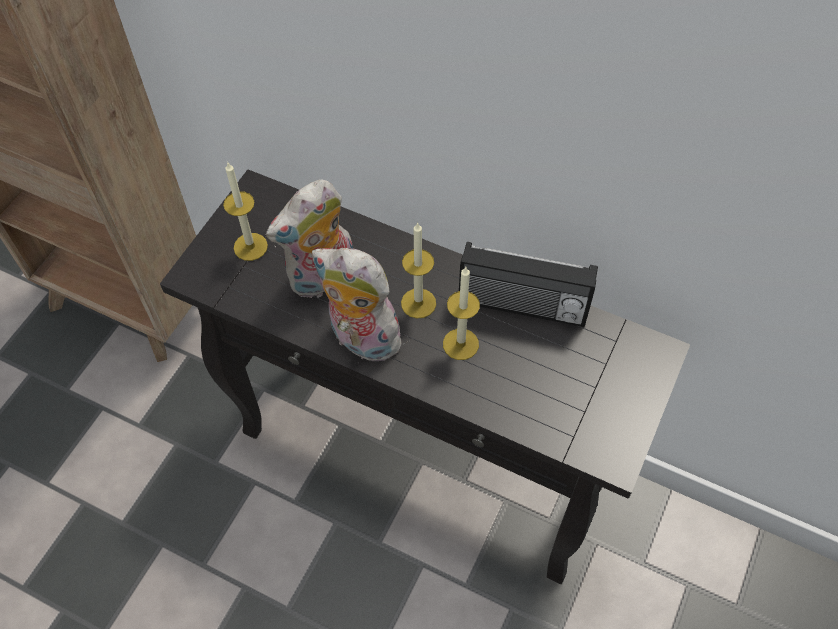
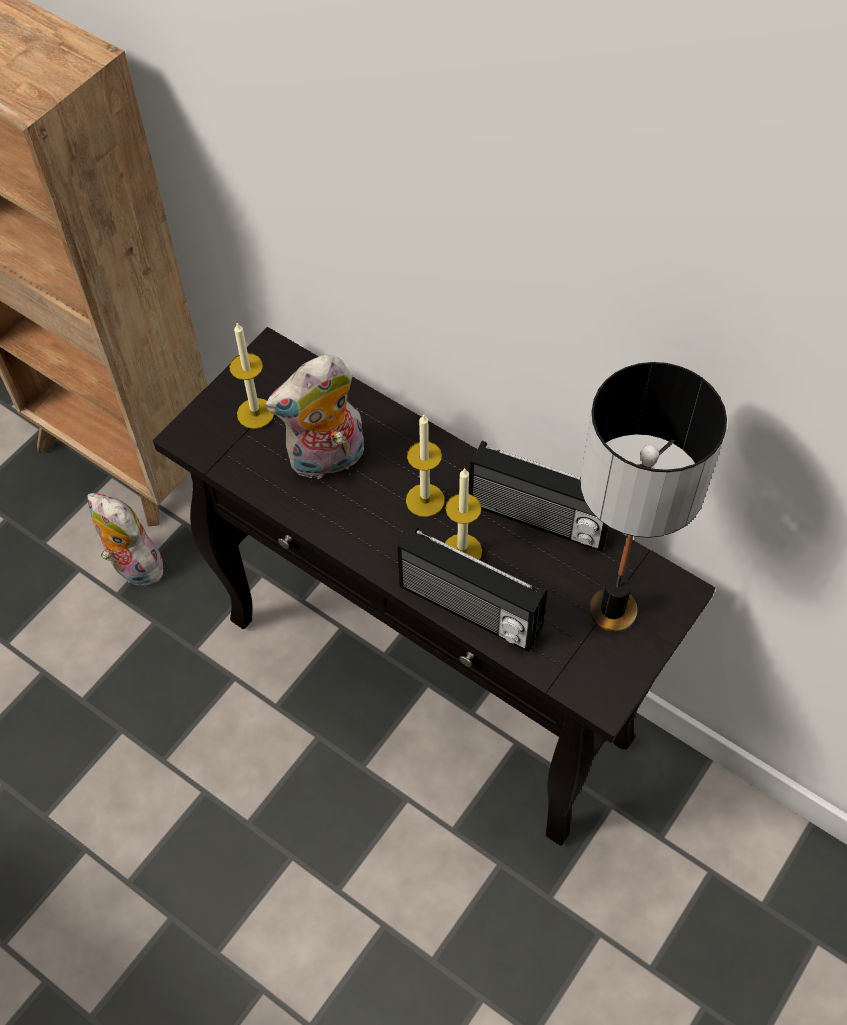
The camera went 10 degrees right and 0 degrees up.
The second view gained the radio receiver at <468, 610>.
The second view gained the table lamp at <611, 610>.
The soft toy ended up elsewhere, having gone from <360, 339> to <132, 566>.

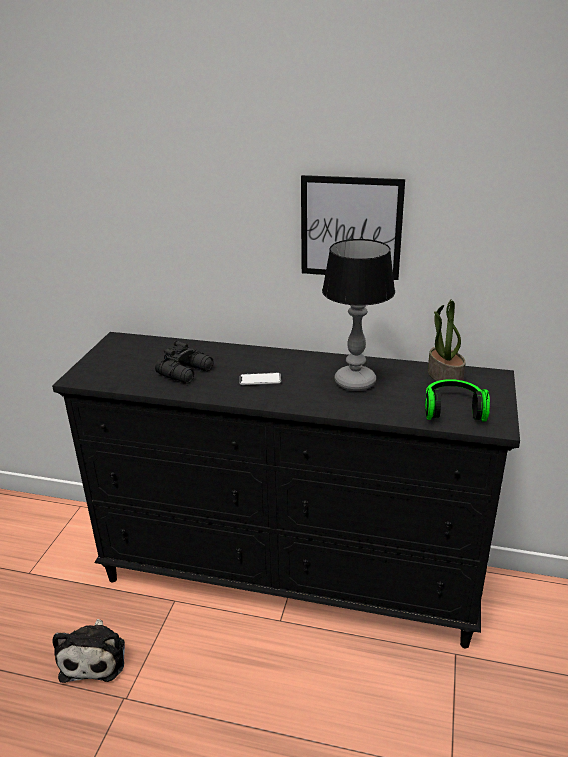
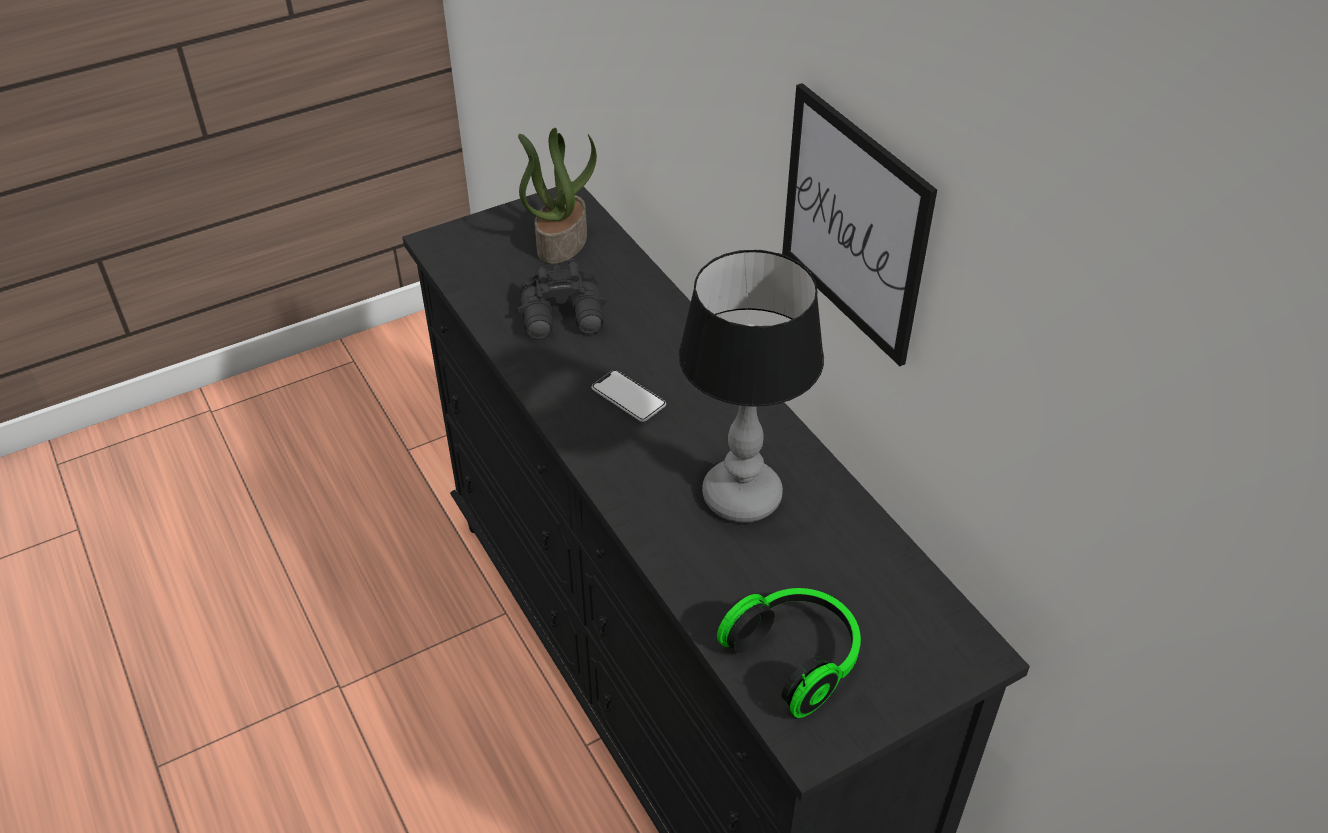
The camera went 45 degrees right and 15 degrees up.
The second view lost the soft toy at <95, 657>.
The potted plant ended up elsewhere, having gone from <444, 376> to <561, 242>.

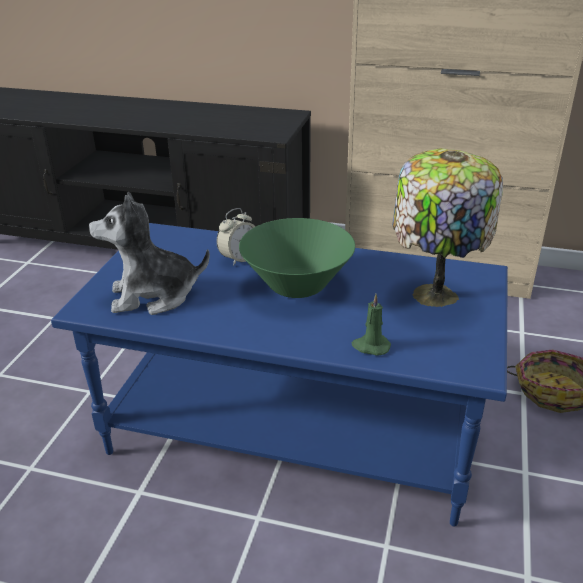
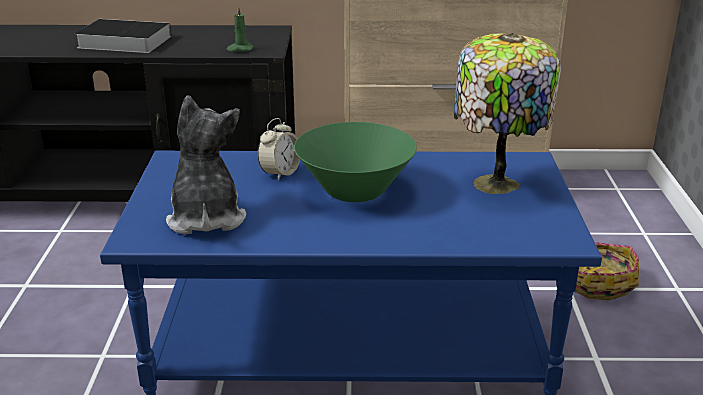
The camera went 15 degrees left and 5 degrees down.
The second view gained the bound book at <121, 42>.
The green candle ended up elsewhere, having gone from <370, 346> to <240, 49>.
The soft toy at <153, 296> ended up facing another way, 105 degrees clockwise from before.

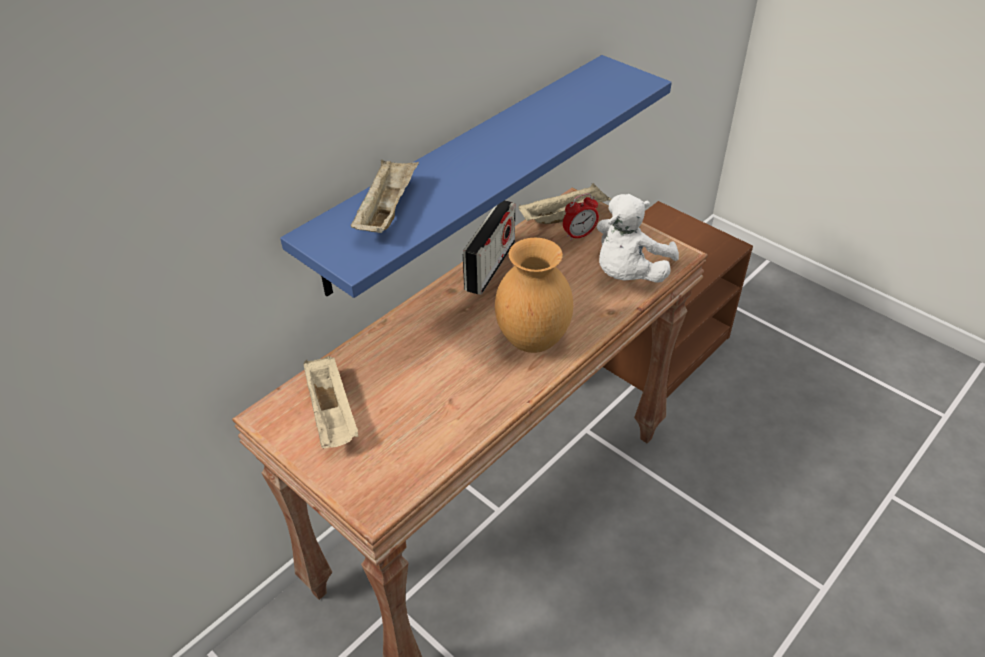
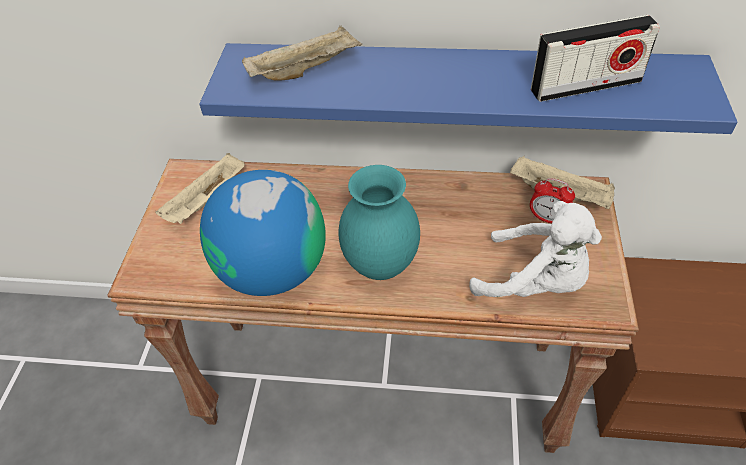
The camera went 55 degrees right and 5 degrees up.
The second view gained the world globe at <273, 270>.
The radio receiver ended up elsewhere, having gone from <490, 266> to <585, 86>.
What was the brown vase at <532, 340> turned into the turquoise-coloured vase at <382, 265>.
The whitish soft toy at <628, 274> ended up facing another way, 150 degrees counterclockwise from before.

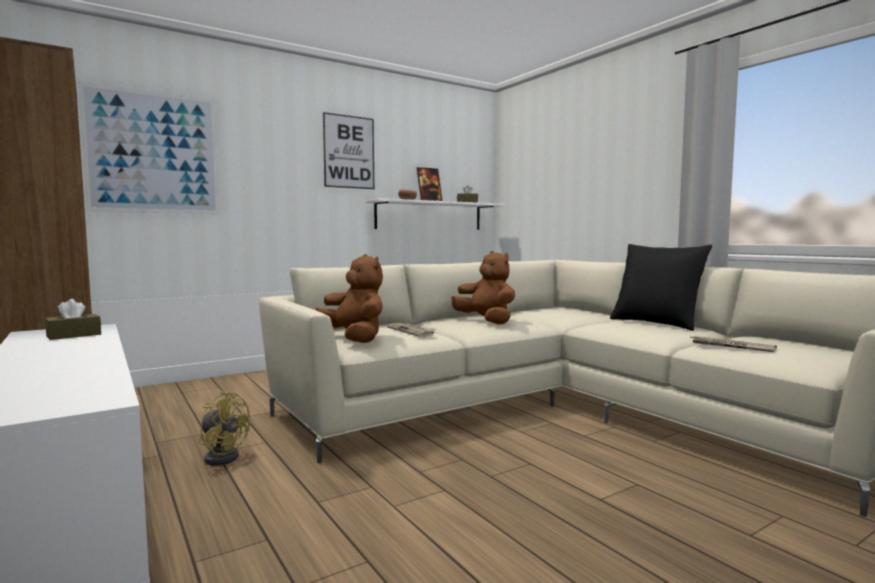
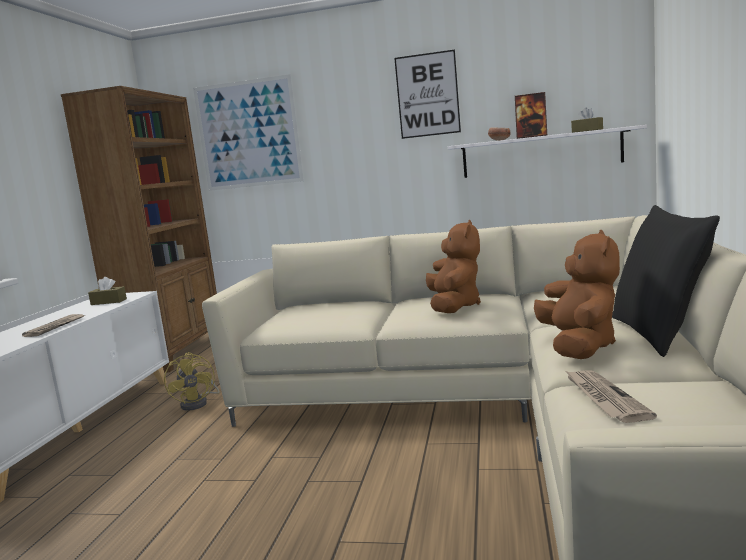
The camera went 45 degrees right and 5 degrees up.
The brown soft toy ended up elsewhere, having gone from <354, 338> to <579, 346>.
The daily paper ended up elsewhere, having gone from <411, 331> to <55, 327>.

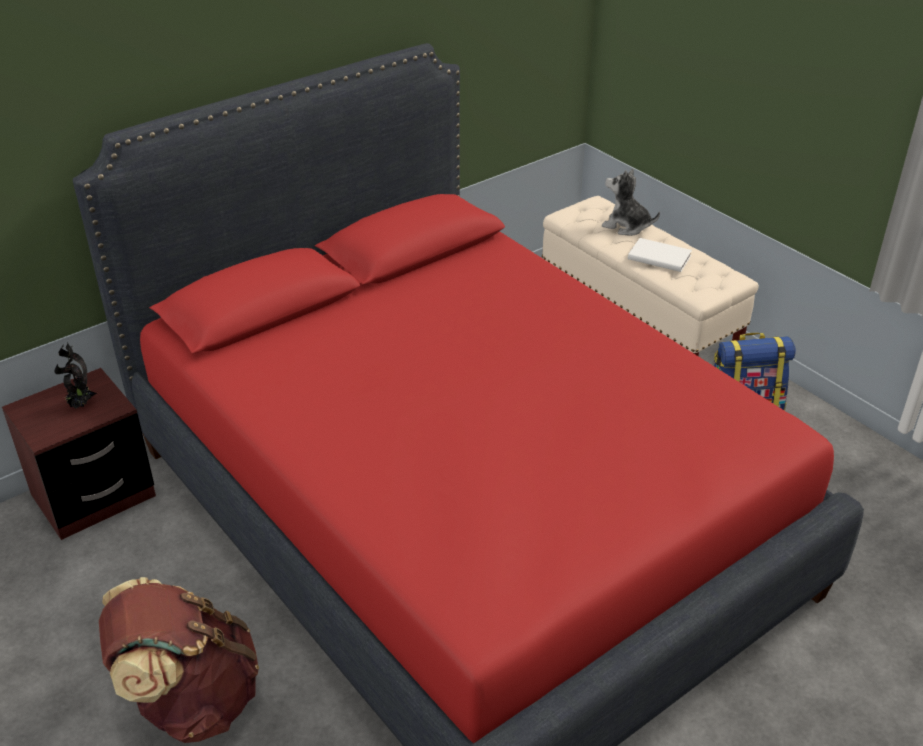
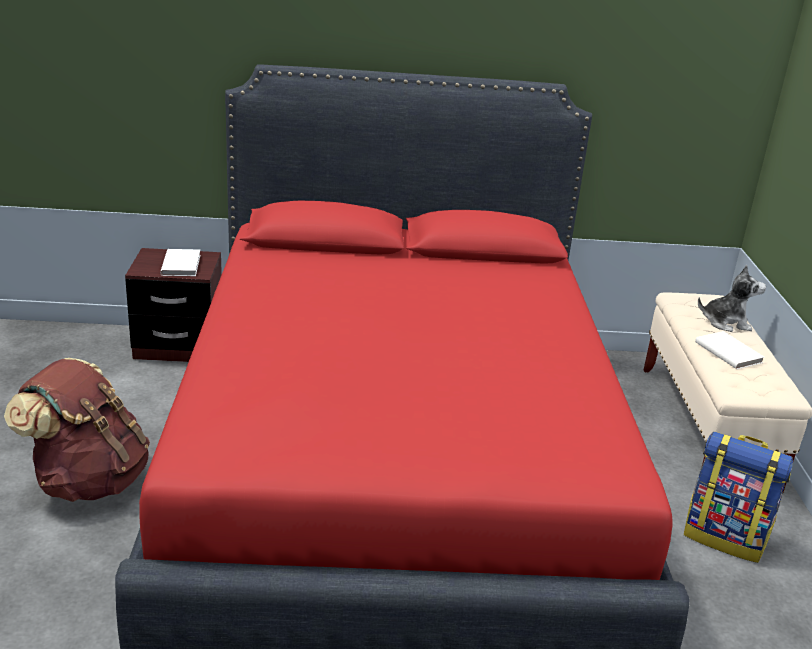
The camera went 35 degrees right and 10 degrees down.
Where the potted plant stood at <80, 405>, the whitish bound book came to stand at <182, 264>.
The soft toy at <626, 226> ended up facing another way, 120 degrees clockwise from before.

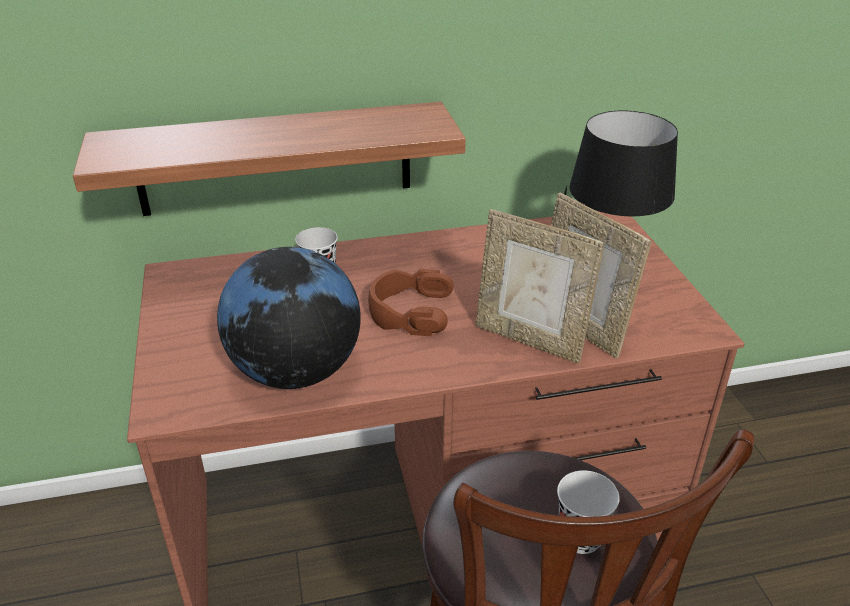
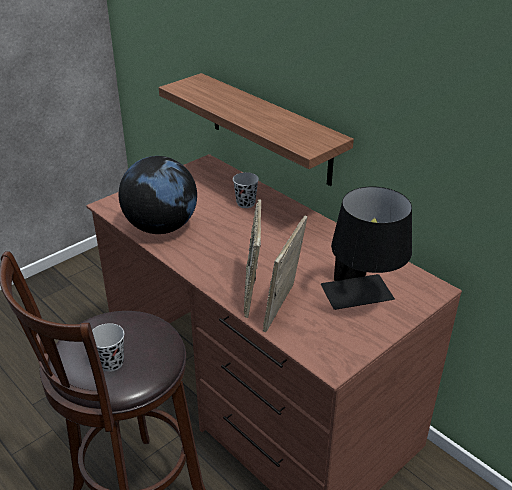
The camera went 60 degrees right and 0 degrees up.
The second view lost the brown headset at <409, 311>.

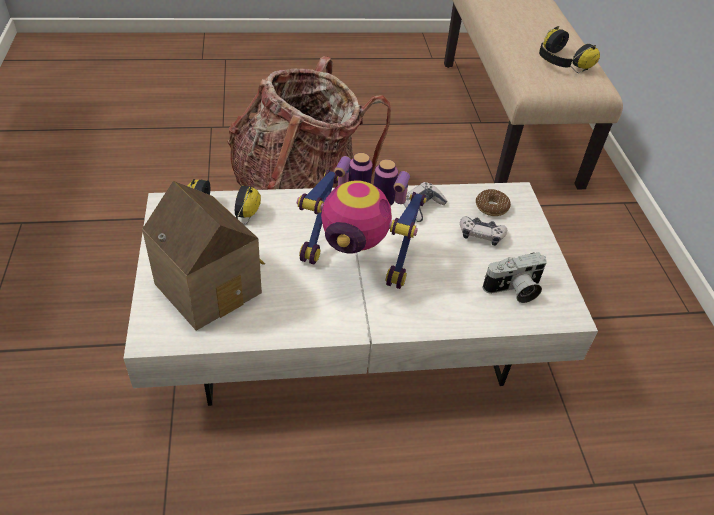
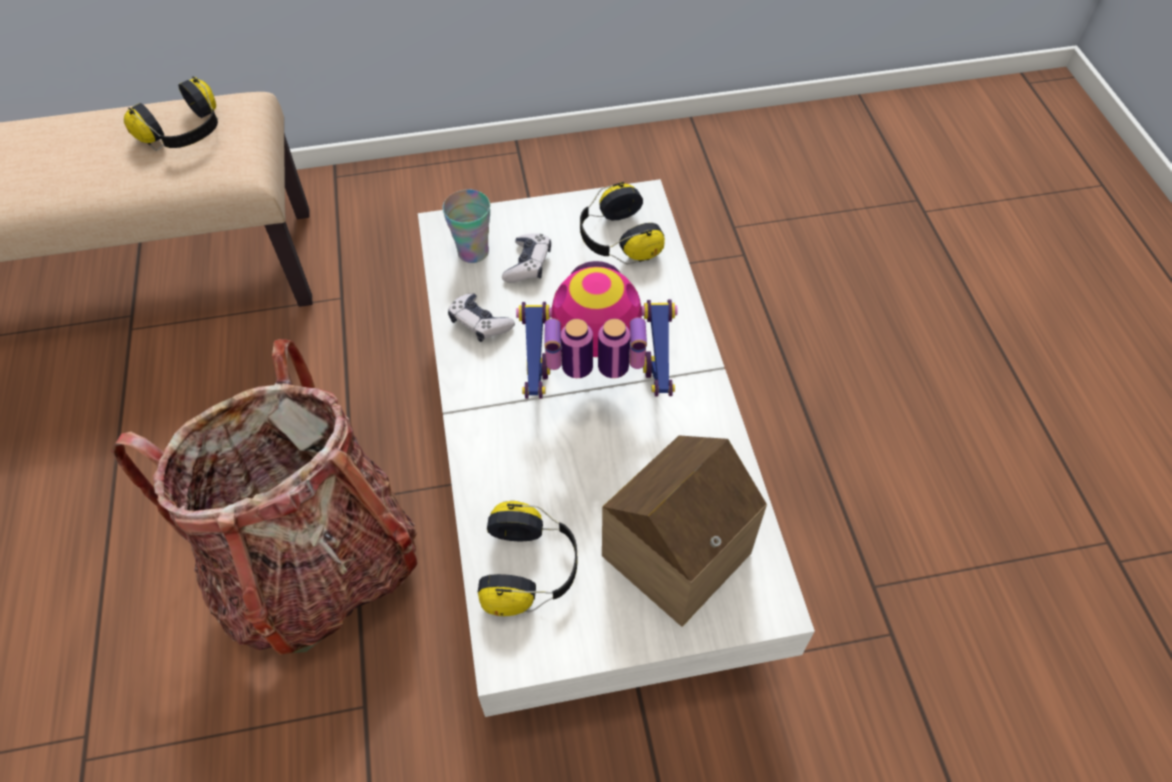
The camera went 90 degrees left and 10 degrees up.
Where the donut stood at <491, 207>, the small cup came to stand at <473, 252>.
Where the photo camera stood at <514, 290>, the headset came to stand at <617, 239>.
The toy robot at <357, 262> ended up facing another way, 105 degrees counterclockwise from before.

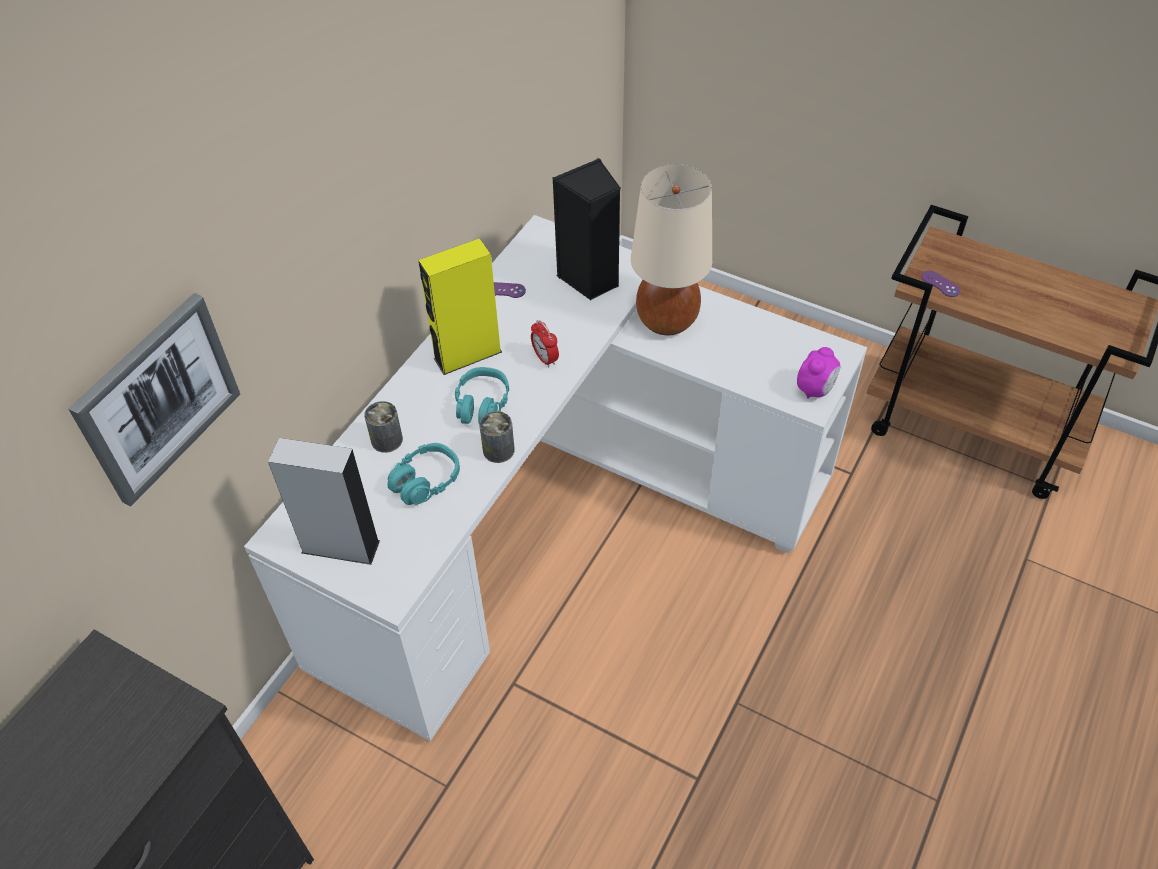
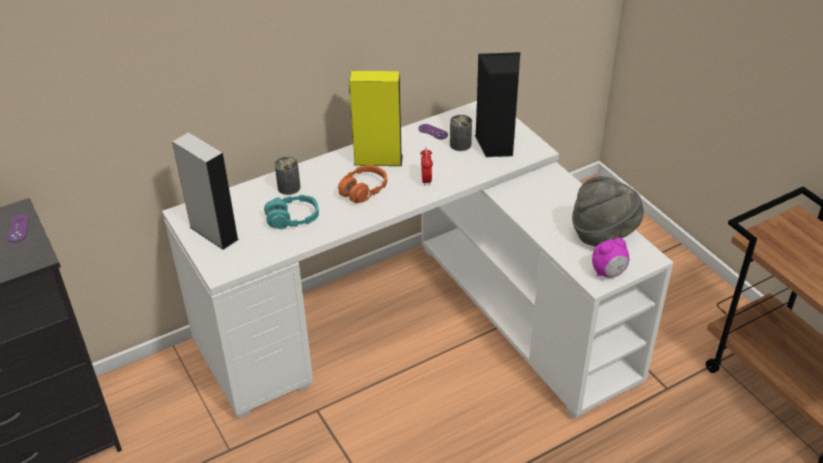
The camera went 30 degrees right and 10 degrees down.
The second view lost the picture at <157, 398>.
The second view lost the beige table lamp at <666, 320>.
The second view gained the gray clothing hat at <603, 234>.
The metal can ended up elsewhere, having gone from <498, 450> to <460, 144>.
The purple-coloured gamepad ended up elsewhere, having gone from <940, 284> to <18, 228>.
What was the turquoise-coloured headset at <482, 404> turned into the orange-coloured headset at <363, 190>.

